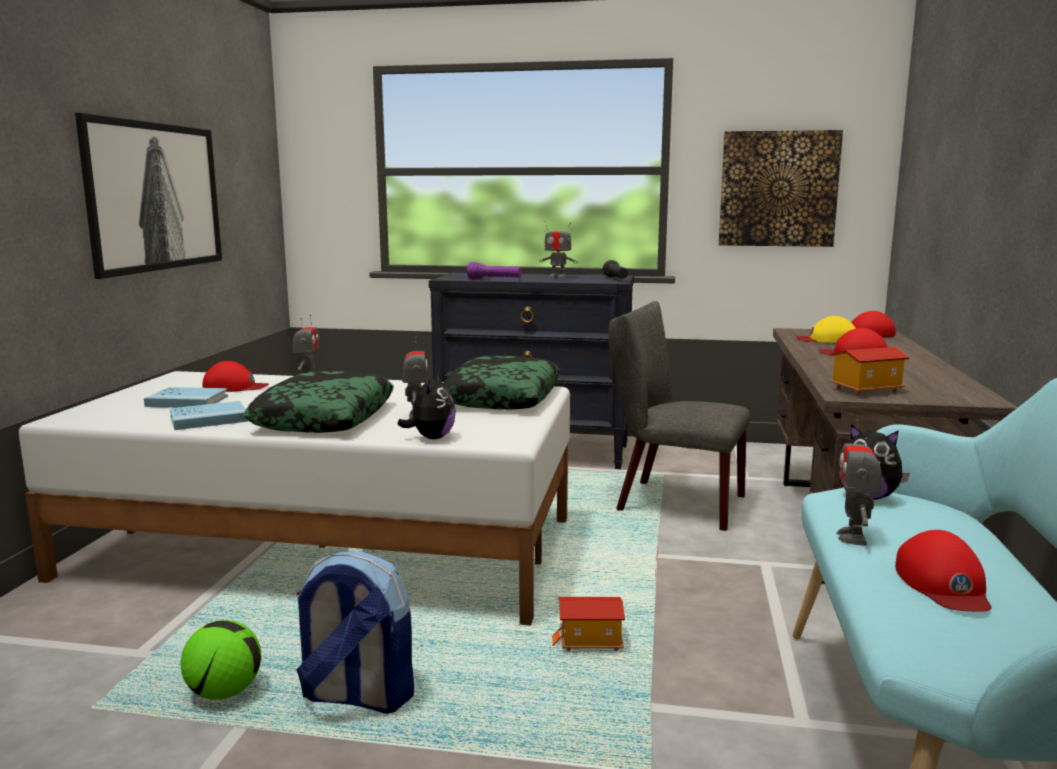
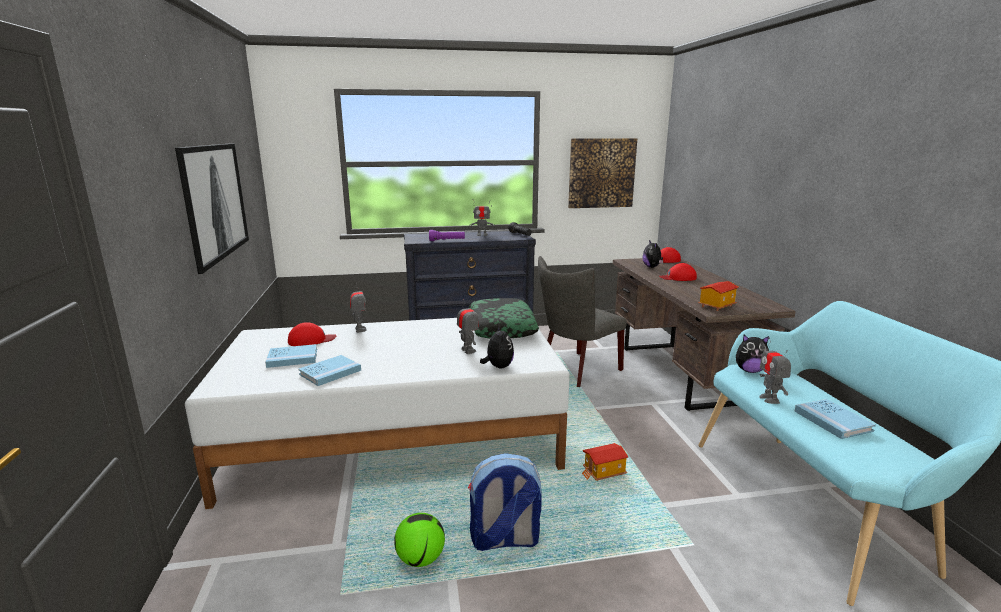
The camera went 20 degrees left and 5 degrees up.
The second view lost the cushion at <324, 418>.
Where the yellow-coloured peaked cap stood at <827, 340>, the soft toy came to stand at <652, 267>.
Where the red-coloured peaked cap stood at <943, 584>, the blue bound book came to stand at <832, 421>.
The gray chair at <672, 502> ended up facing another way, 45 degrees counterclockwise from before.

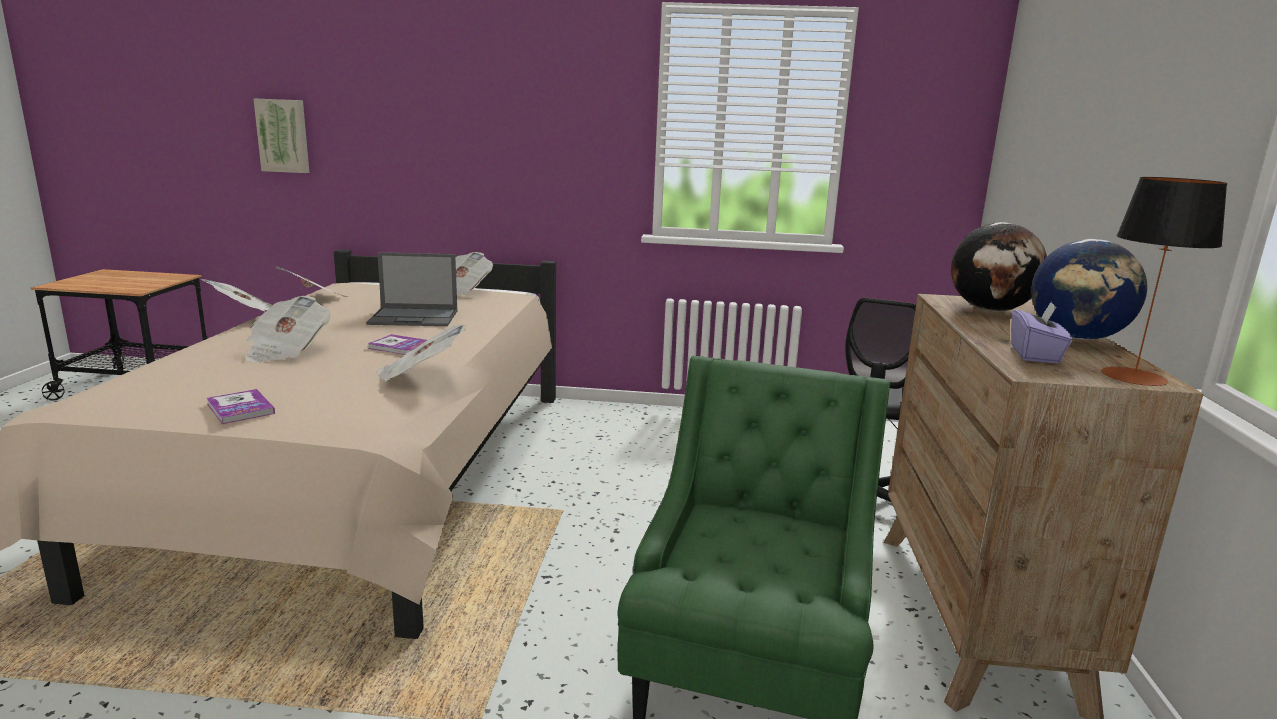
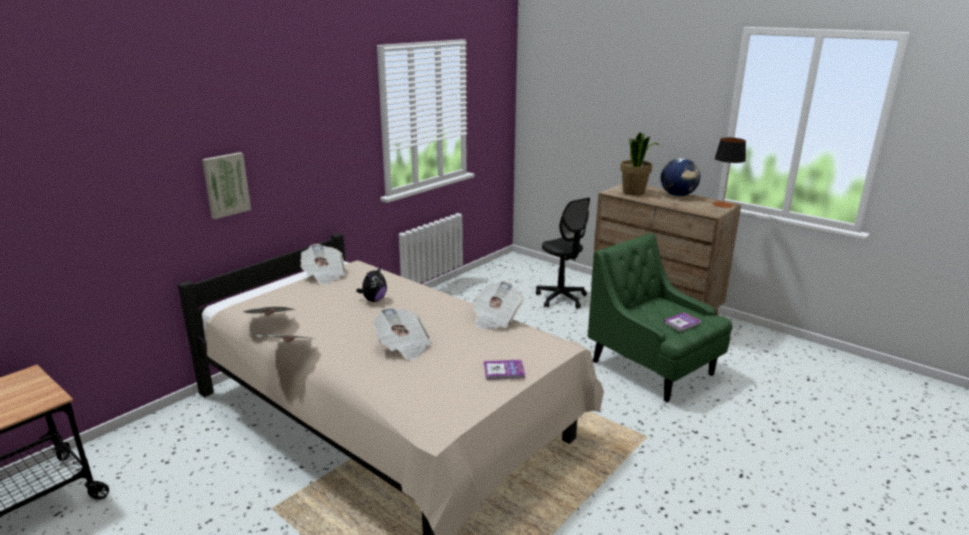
The camera went 55 degrees left and 5 degrees up.
The second view lost the purple-coloured box of tissues at <1035, 355>.
The picture ended up elsewhere, having gone from <283, 136> to <225, 185>.
The bound book ended up elsewhere, having gone from <400, 347> to <682, 323>.
Where the portable computer stood at <415, 317>, the soft toy came to stand at <374, 300>.
Where the world globe stood at <991, 310>, the potted plant came to stand at <634, 192>.

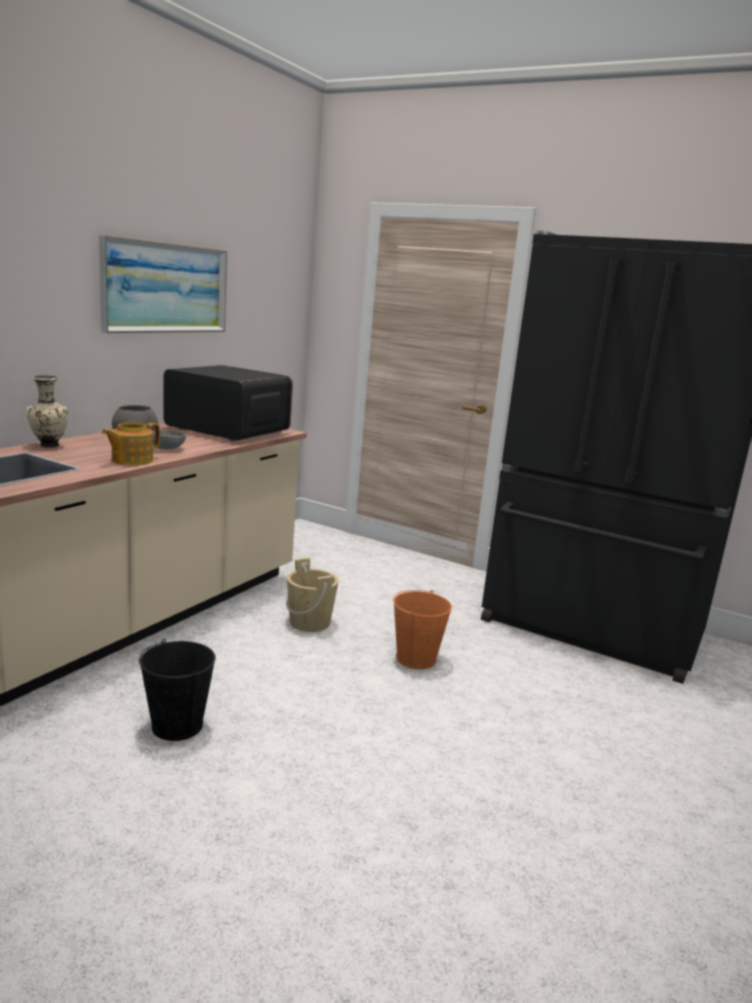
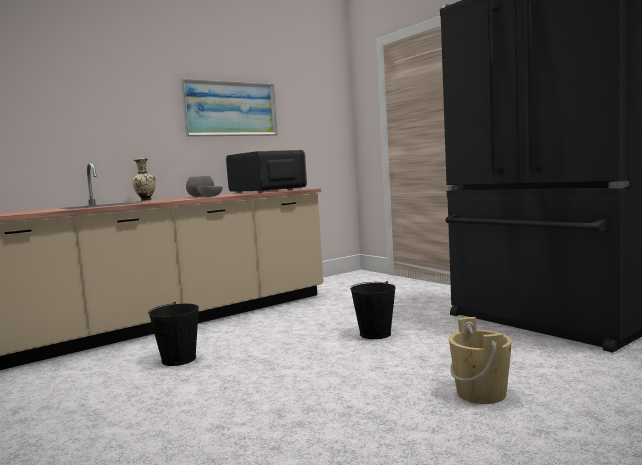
The camera went 25 degrees right and 10 degrees down.
The second view lost the pot for tea at <131, 460>.
The beige water bucket ended up elsewhere, having gone from <309, 622> to <481, 393>.
What was the orange-coloured water bucket at <416, 659> turned into the blackish water bucket at <375, 334>.

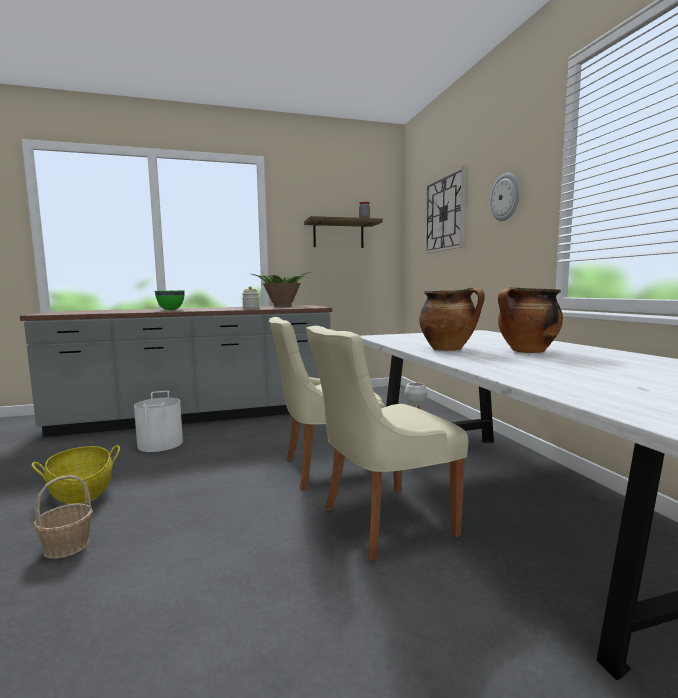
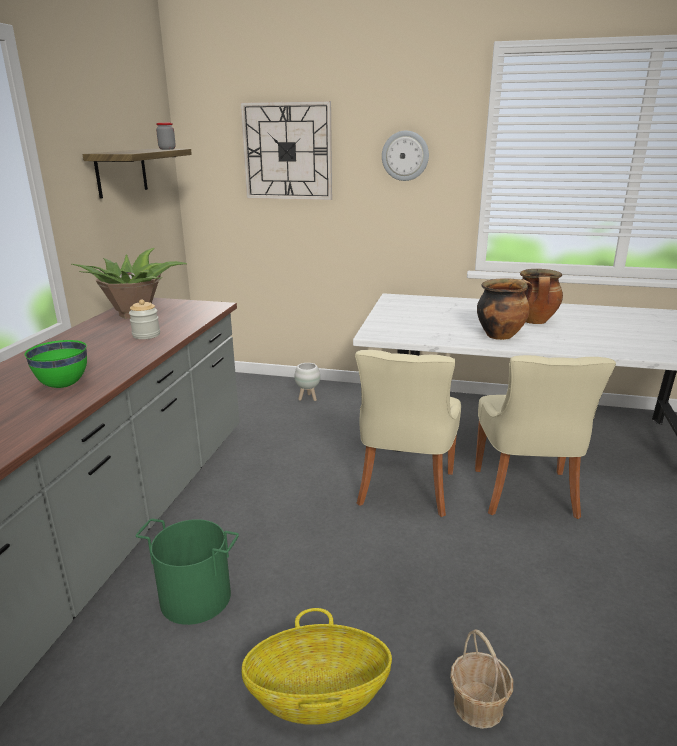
The camera went 60 degrees left and 15 degrees up.
What was the whitish water bucket at <161, 444> turned into the green water bucket at <196, 596>.

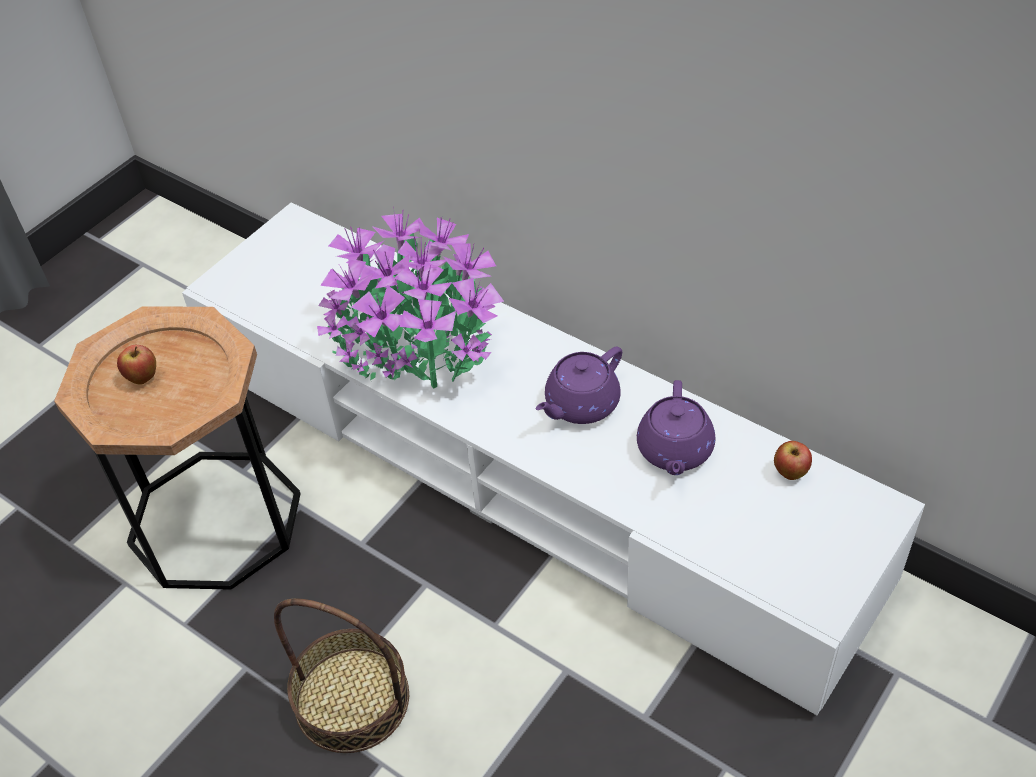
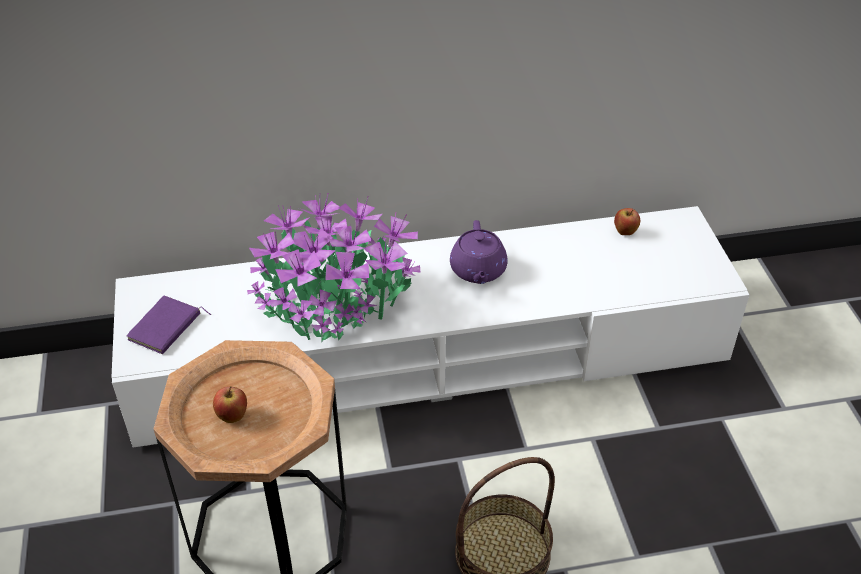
The camera went 50 degrees left and 5 degrees down.
The second view lost the purple-coloured pot for tea at <674, 450>.
The second view gained the purple-coloured bound book at <166, 328>.

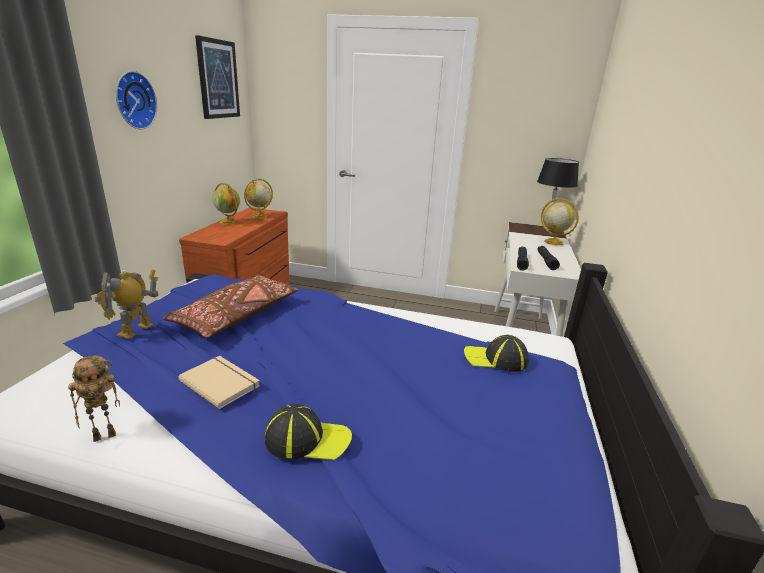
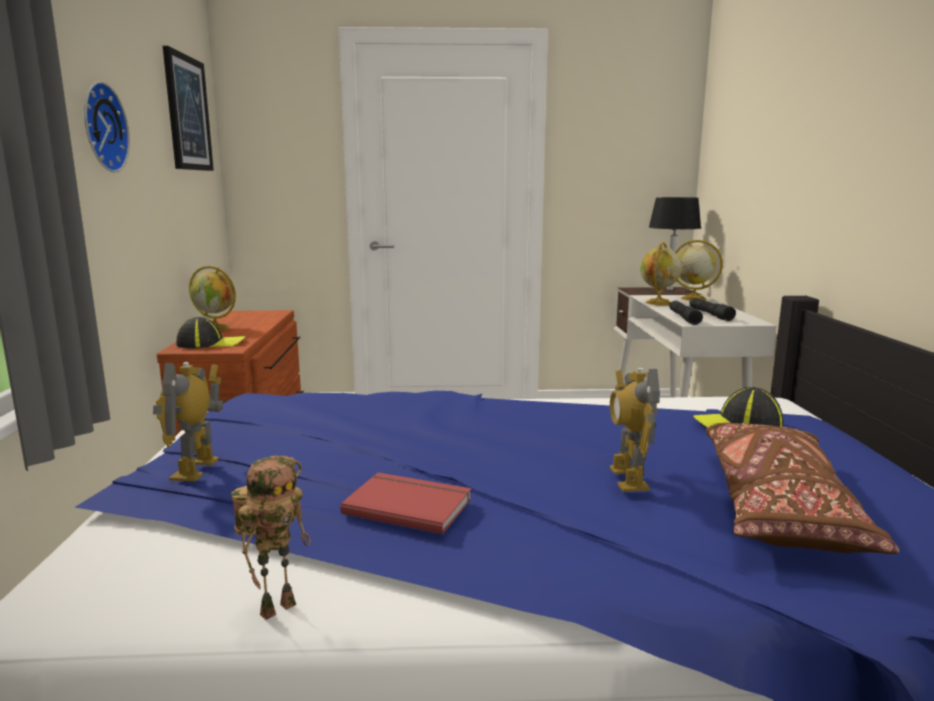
The camera went 15 degrees left and 10 degrees down.
The second view gained the toy robot at <628, 478>.
The brown cushion ended up elsewhere, having gone from <237, 316> to <778, 506>.
The world globe ended up elsewhere, having gone from <259, 216> to <658, 303>.
The peaked cap ended up elsewhere, having gone from <307, 439> to <211, 343>.
What was the beige bound book at <221, 382> turned into the red-coloured bound book at <409, 505>.

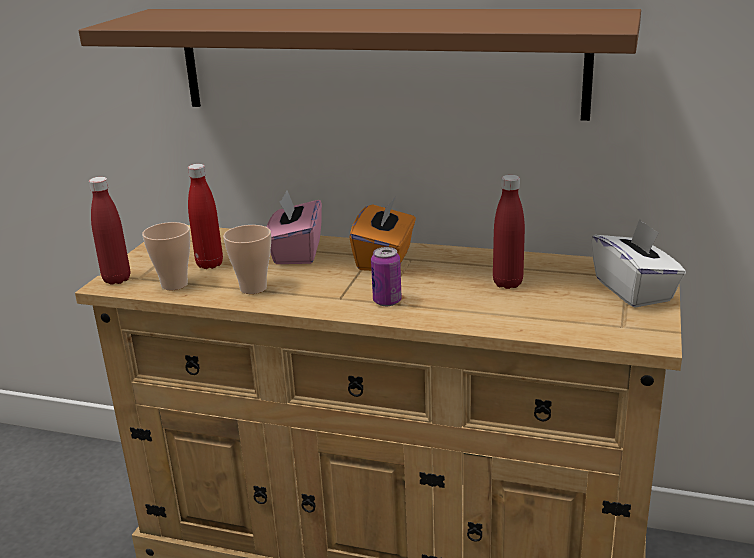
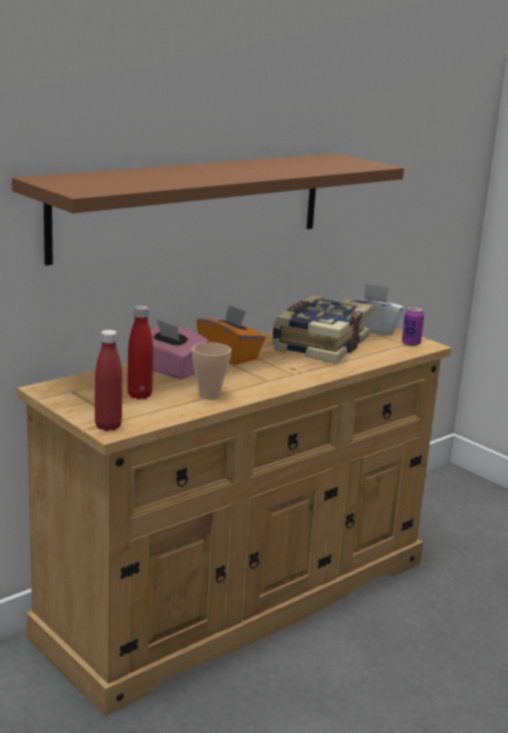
The camera went 60 degrees left and 5 degrees down.
The second view lost the small cup at <174, 284>.
The metal can ended up elsewhere, having gone from <387, 301> to <411, 343>.
Where the red-coloured drink bottle stood at <507, 283>, the bound book came to stand at <319, 345>.

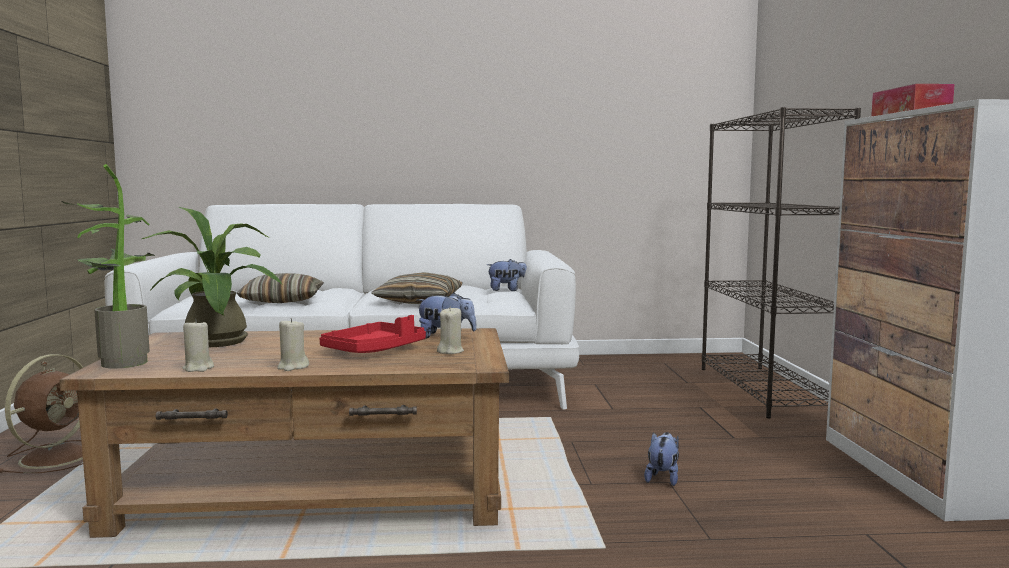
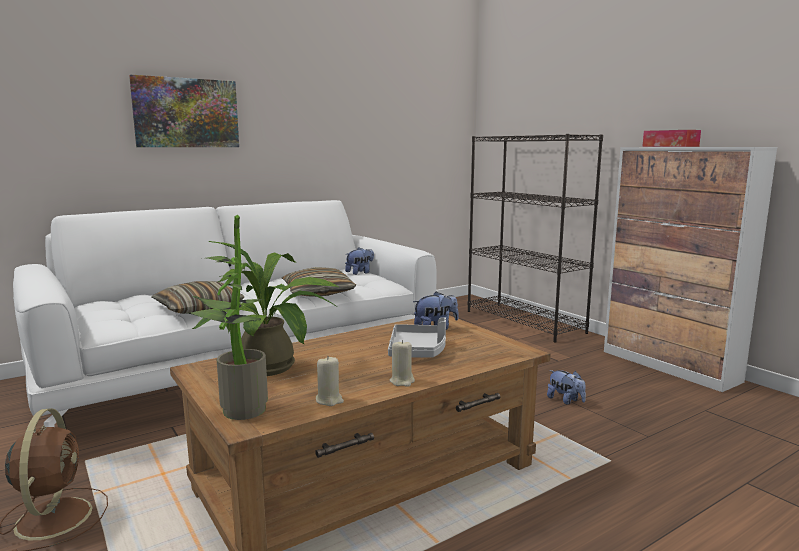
The camera went 30 degrees left and 5 degrees up.
The second view lost the beige candle at <450, 351>.
The second view gained the picture at <186, 113>.
What was the red-coloured tray at <374, 350> turned into the gray tray at <418, 351>.
The soft toy at <663, 478> ended up facing another way, 150 degrees clockwise from before.

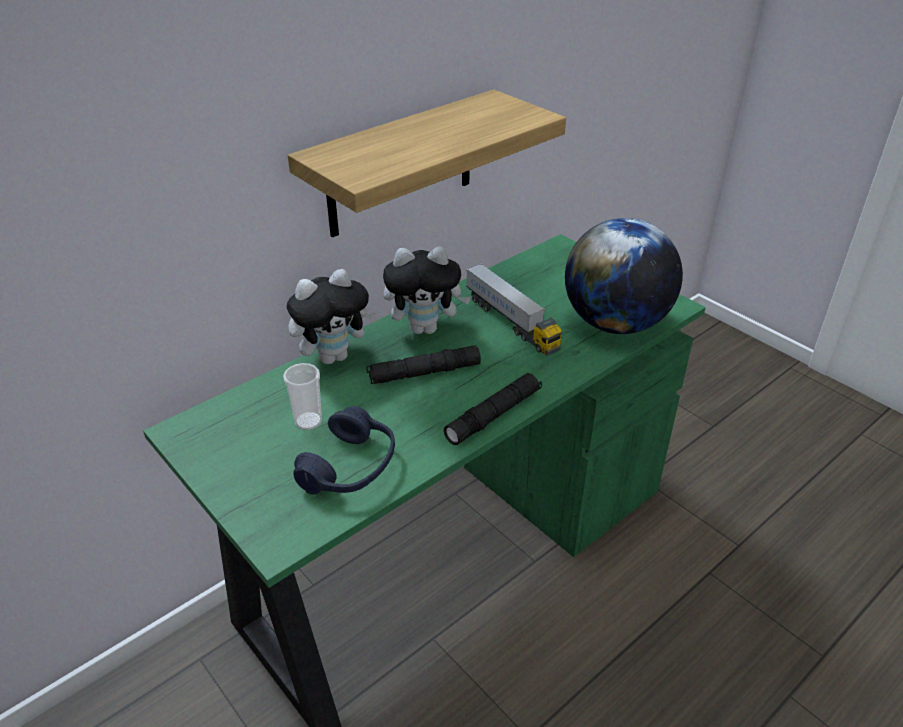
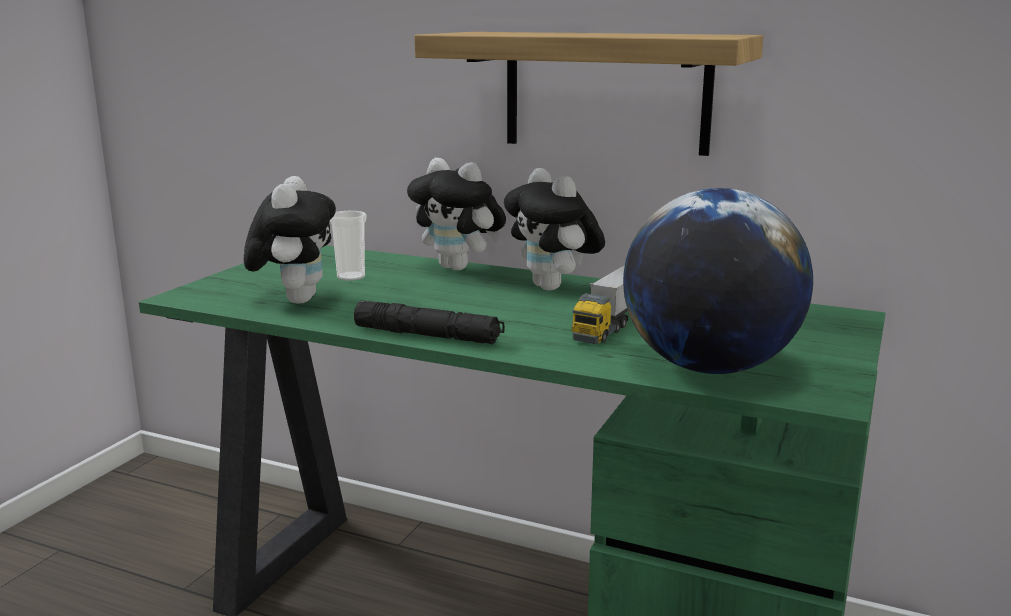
The camera went 65 degrees right and 20 degrees down.
The second view lost the blackish flashlight at <424, 373>.
Where the blue headset stood at <350, 467>, the soft toy came to stand at <295, 299>.

